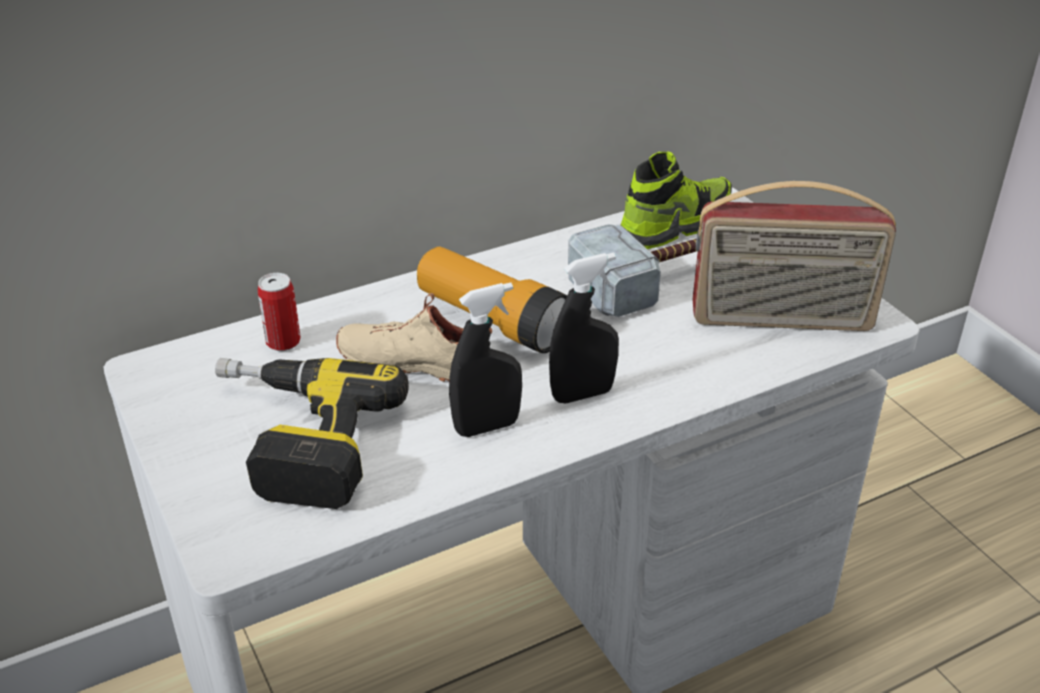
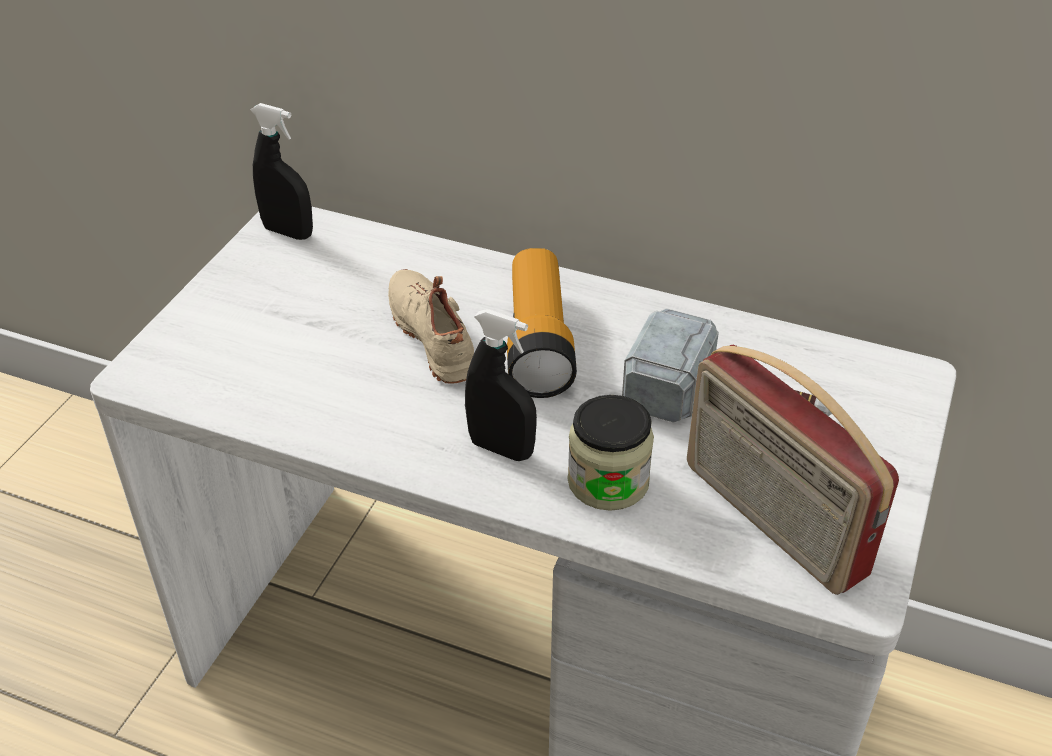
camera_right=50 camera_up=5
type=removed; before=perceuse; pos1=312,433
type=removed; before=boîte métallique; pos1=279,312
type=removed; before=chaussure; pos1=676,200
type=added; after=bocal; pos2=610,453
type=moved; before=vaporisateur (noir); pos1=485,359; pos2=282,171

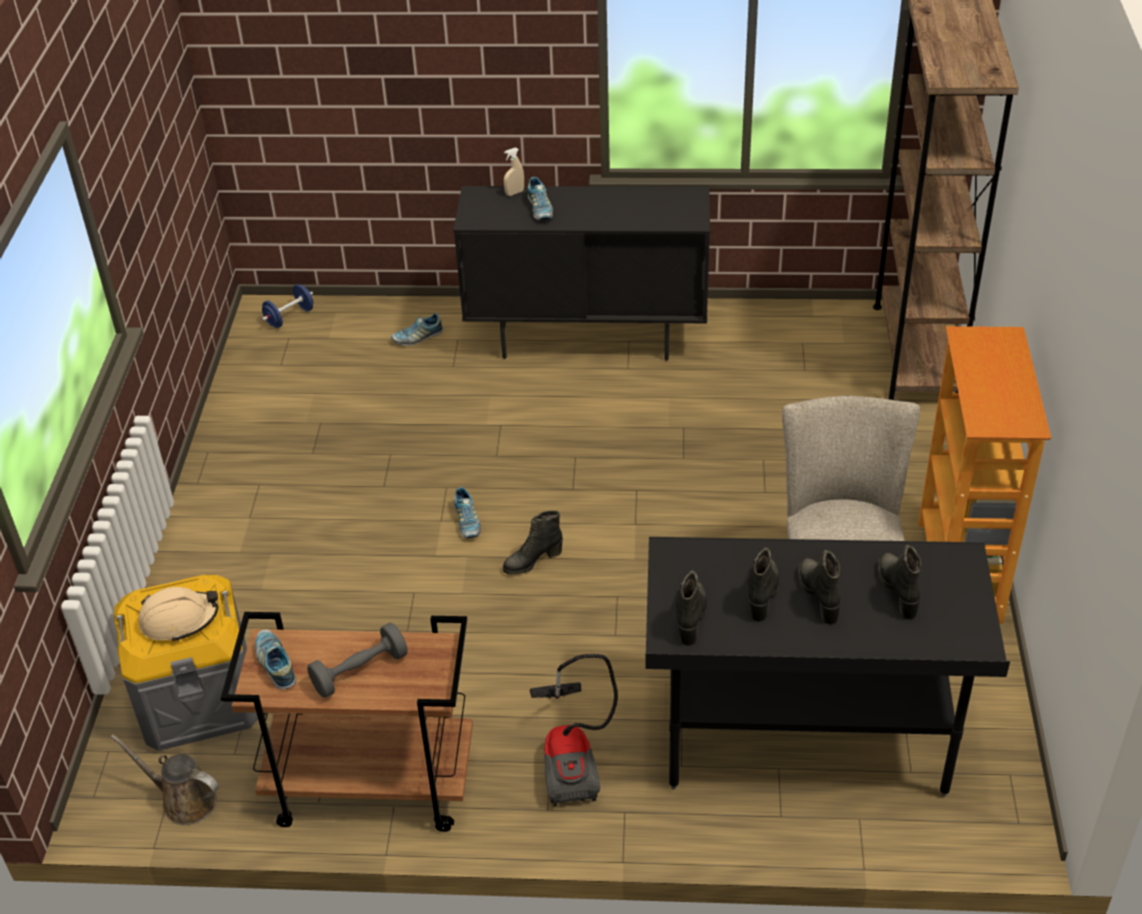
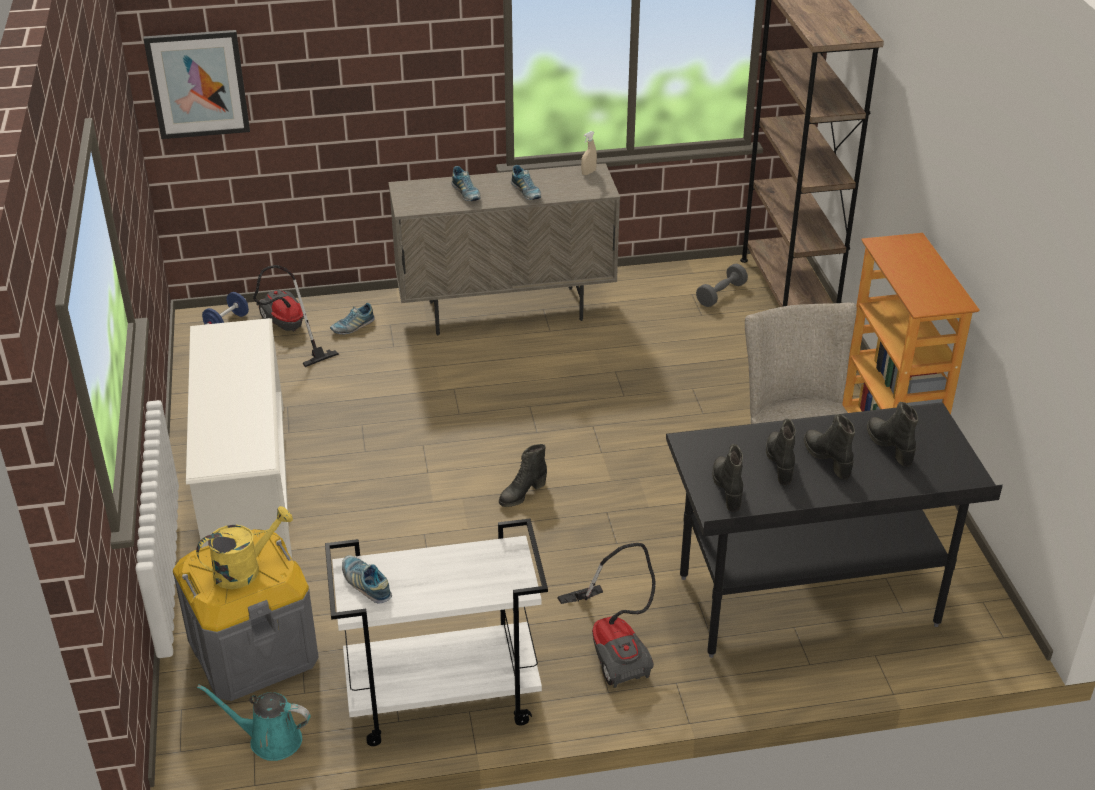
camera_right=-15 camera_up=-5
type=added; after=tableau; pos2=196,84
type=added; after=étagère à chaussures (blanc); pos2=239,438
type=added; after=aspirateur; pos2=296,316
type=moved; before=haltère (gris); pos1=357,660; pos2=722,285
type=moved; before=chaussure; pos1=467,512; pos2=526,182
type=moved; before=vaporisateur (beige); pos1=514,172; pos2=589,153
type=replaced; before=casque de chantier (beige); after=arrosoir (jaune); pos1=178,614; pos2=244,547
type=recoloured; before=arrosoir (marron); after=arrosoir (turquoise); pos1=164,779; pos2=254,722
type=recoloured; before=chariot (marron); after=chariot (blanc); pos1=347,722; pos2=436,632
type=recoloured; before=meuble de rangement (noir); after=meuble de rangement (beige); pos1=581,273; pos2=504,249

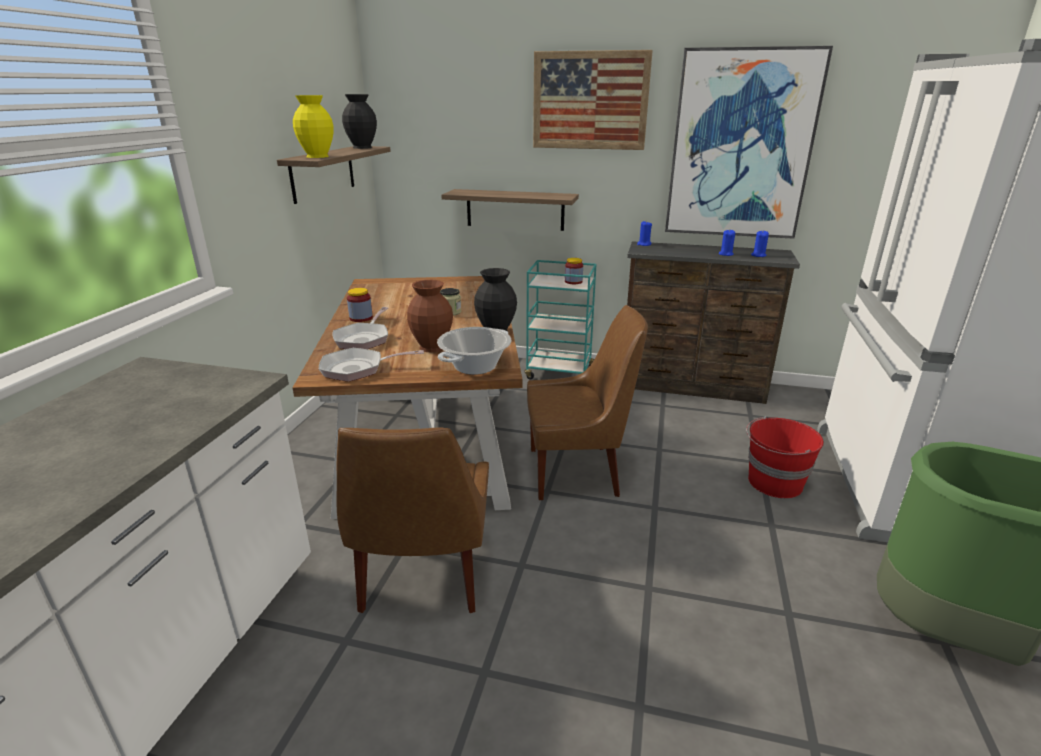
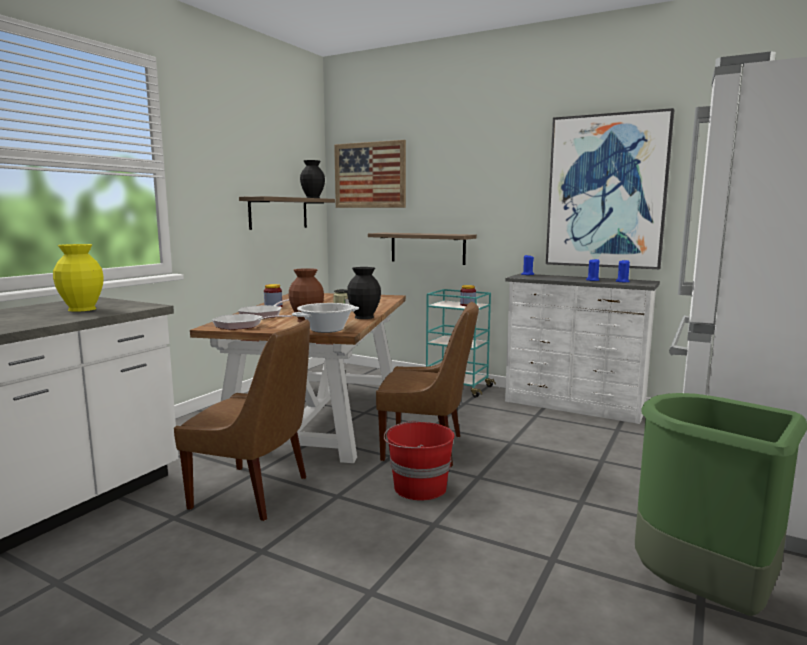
camera_right=15 camera_up=-15
type=moved; before=vase (jaune); pos1=313,126; pos2=78,278
type=moved; before=tableau; pos1=593,100; pos2=370,174
type=moved; before=seau (rouge); pos1=785,457; pos2=419,460
type=recoloured; before=commode (marron); after=commode (blanc); pos1=713,322; pos2=582,349
type=turned; before=chaise (marron); pos1=413,520; pos2=242,420; turn=-90

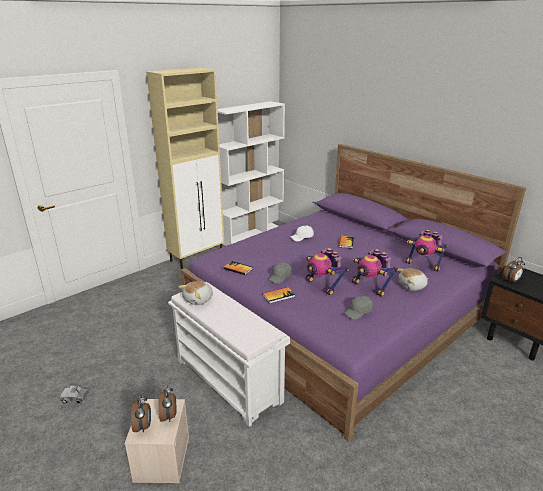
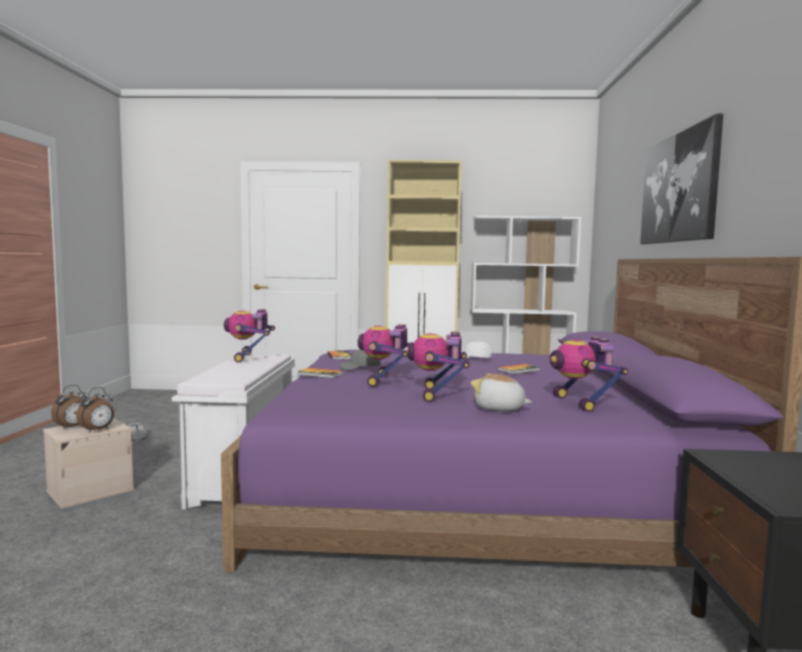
camera_right=45 camera_up=-20
type=removed; before=casquette (gris); pos1=358,308
type=removed; before=réveil; pos1=514,270
type=added; after=tableau; pos2=681,179
type=replaced; before=peluche; after=robot jouet; pos1=195,293; pos2=249,335

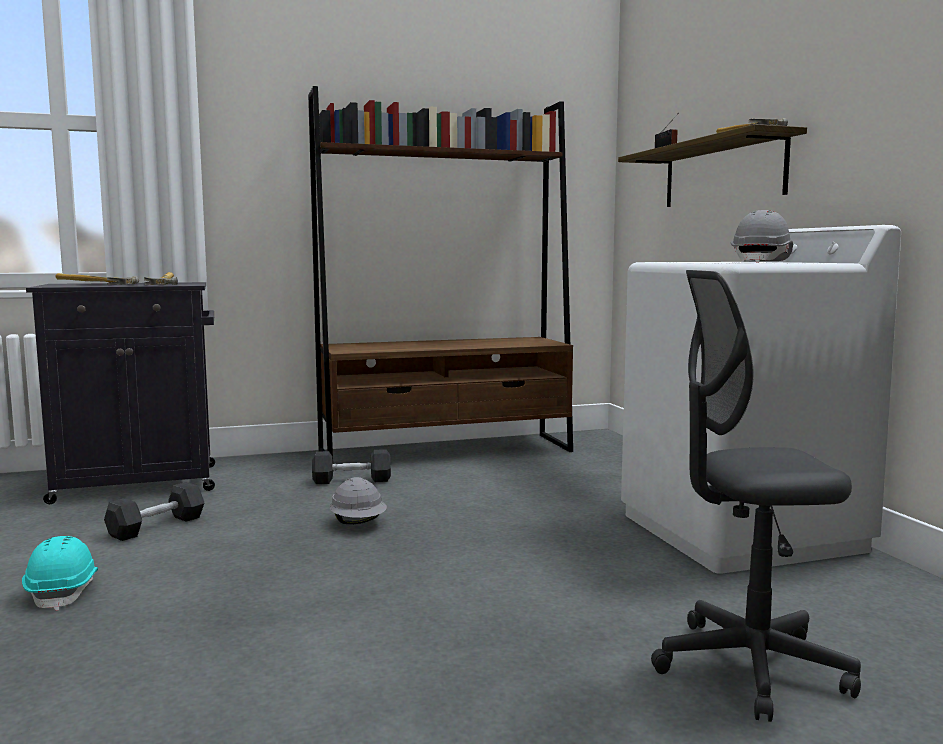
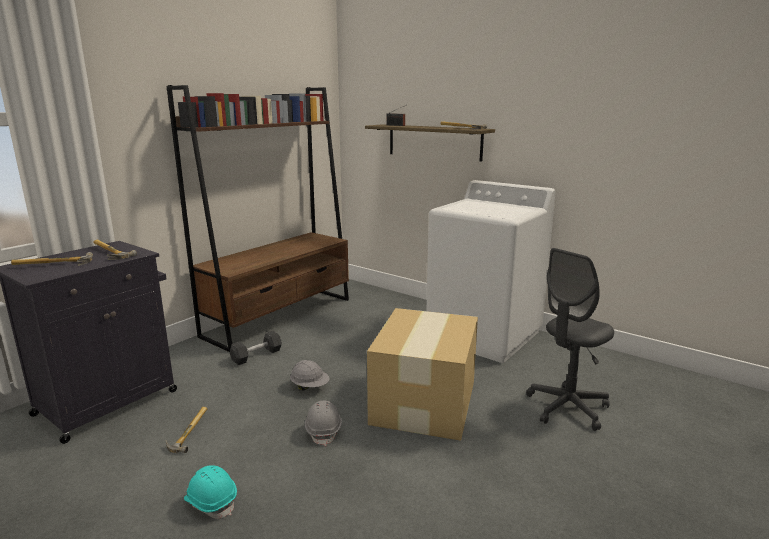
camera_right=-35 camera_up=10
type=added; after=carton; pos2=422,374
type=moved; before=casque de chantier (gris); pos1=762,236; pos2=323,423
type=replaced; before=haltère (gris); after=marteau; pos1=154,511; pos2=186,430

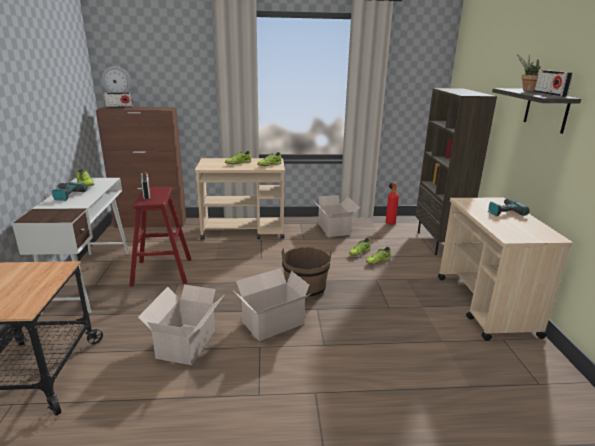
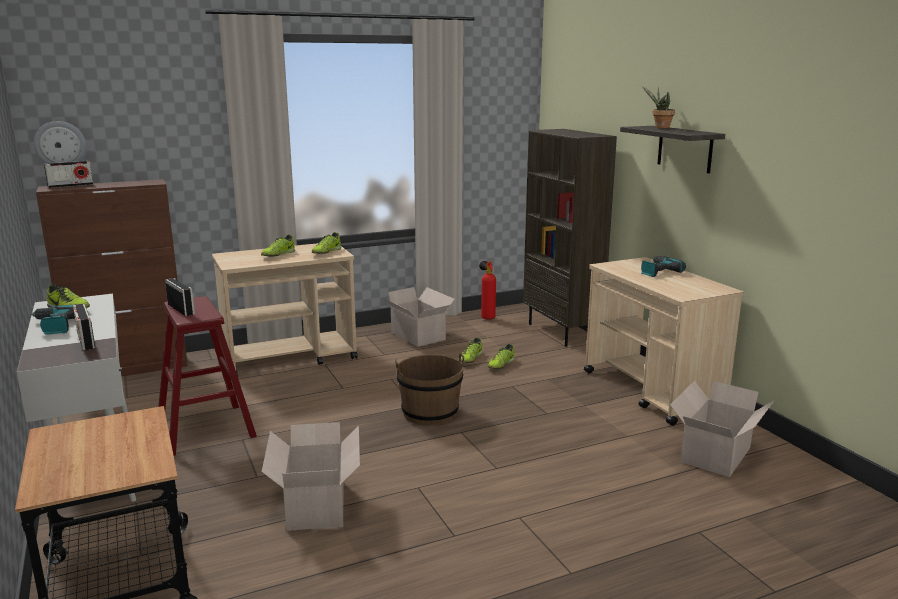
camera_right=-20 camera_up=-5
type=moved; before=carton; pos1=272,304; pos2=722,429
type=moved; before=radio; pos1=553,83; pos2=84,327

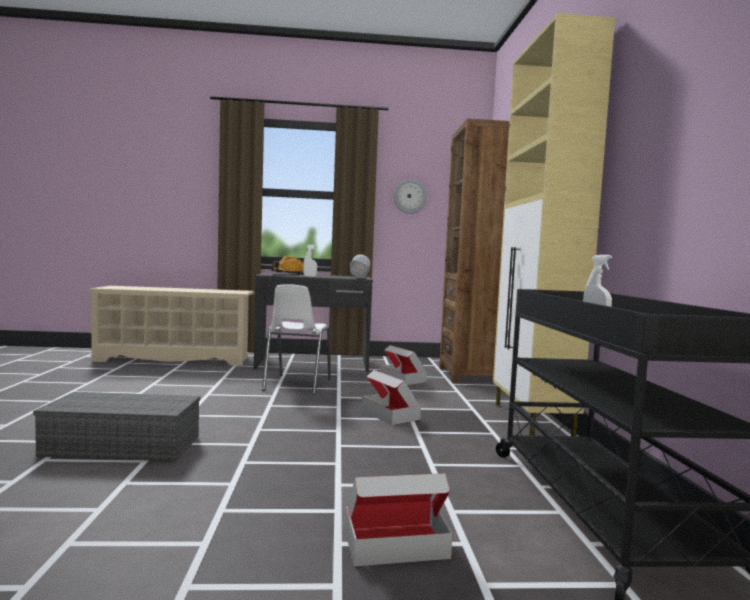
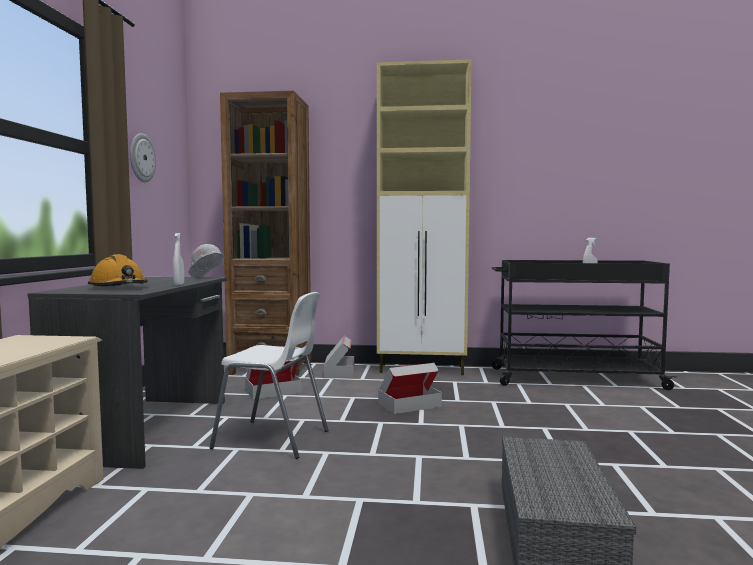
camera_right=-80 camera_up=0
type=moved; before=carton; pos1=399,519; pos2=339,357

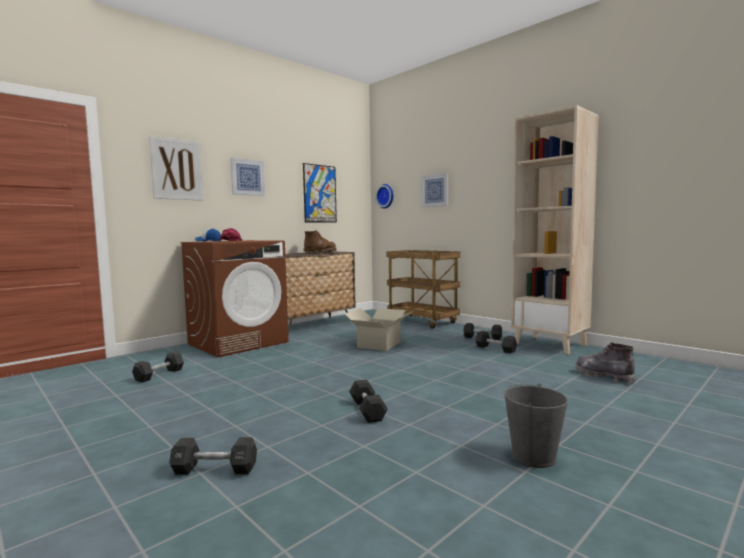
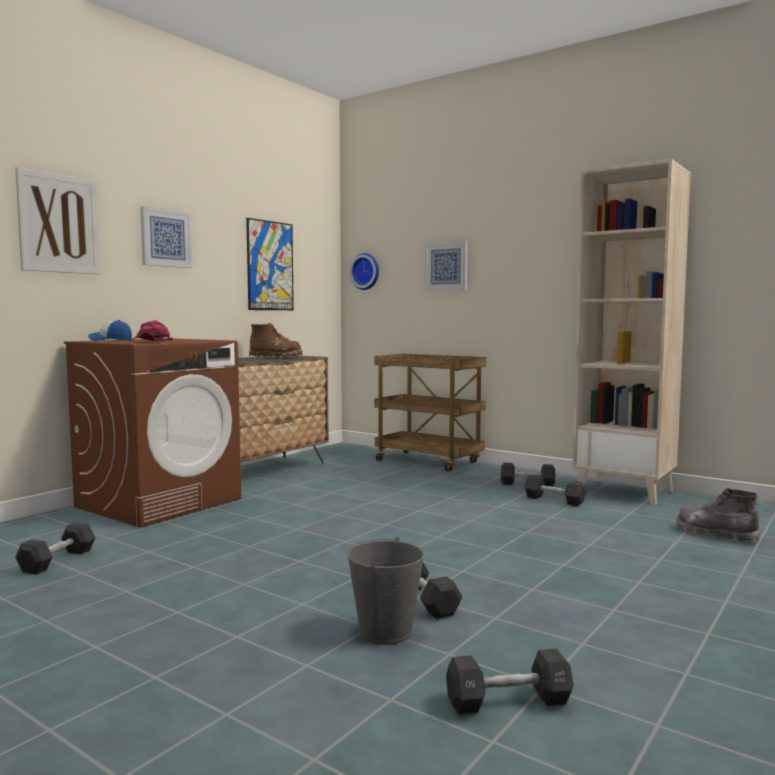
camera_right=-10 camera_up=0
type=removed; before=carton; pos1=379,329
type=moved; before=haltère (noir); pos1=213,456; pos2=510,682
type=moved; before=seau (gris); pos1=535,426; pos2=385,591

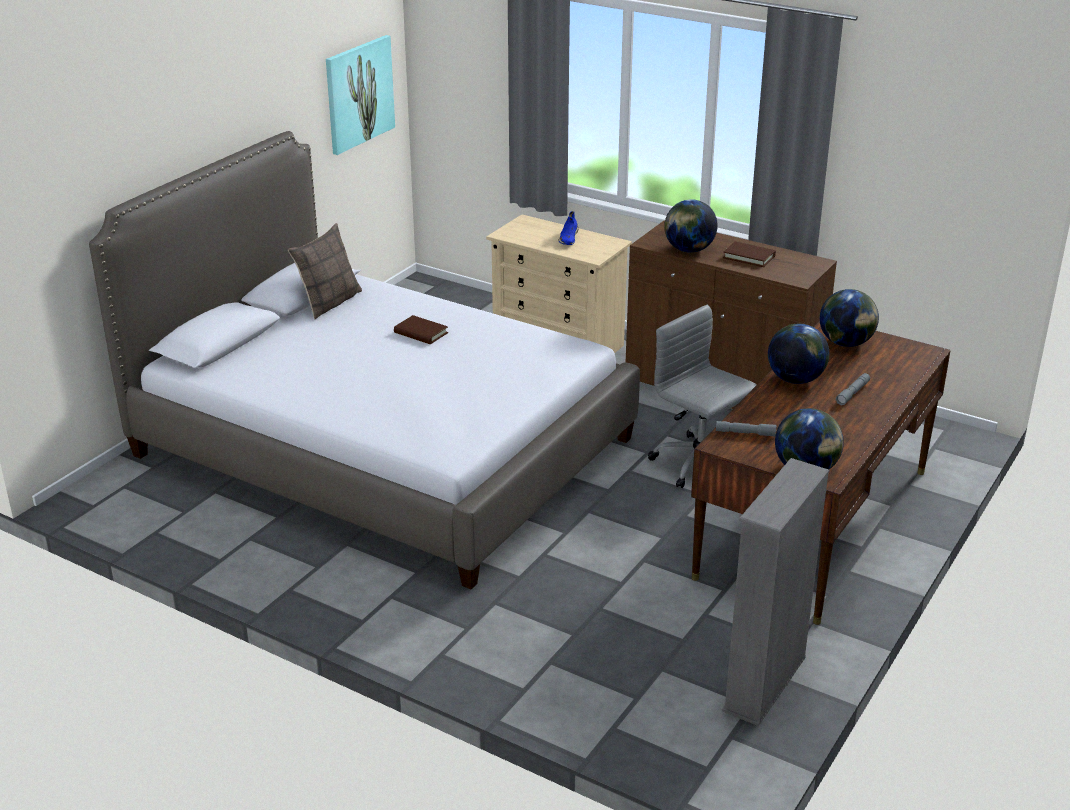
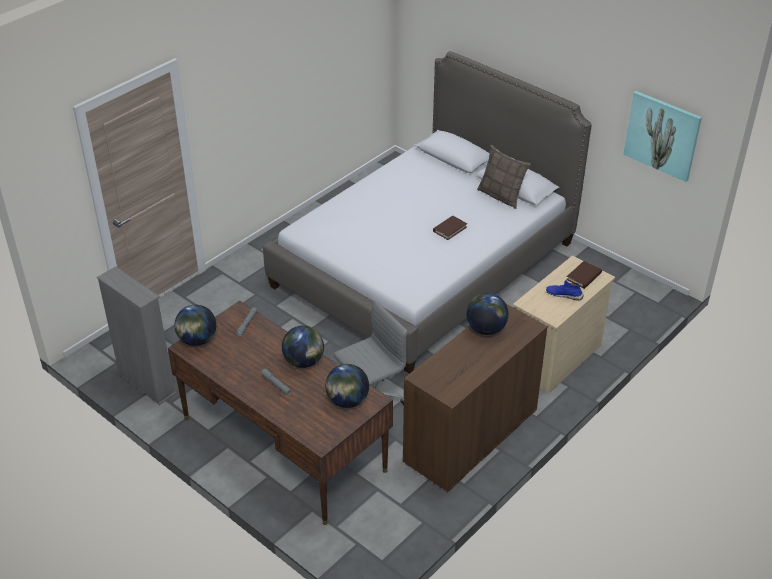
camera_right=100 camera_up=10
type=moved; before=livre (marron); pos1=749,254; pos2=584,275

